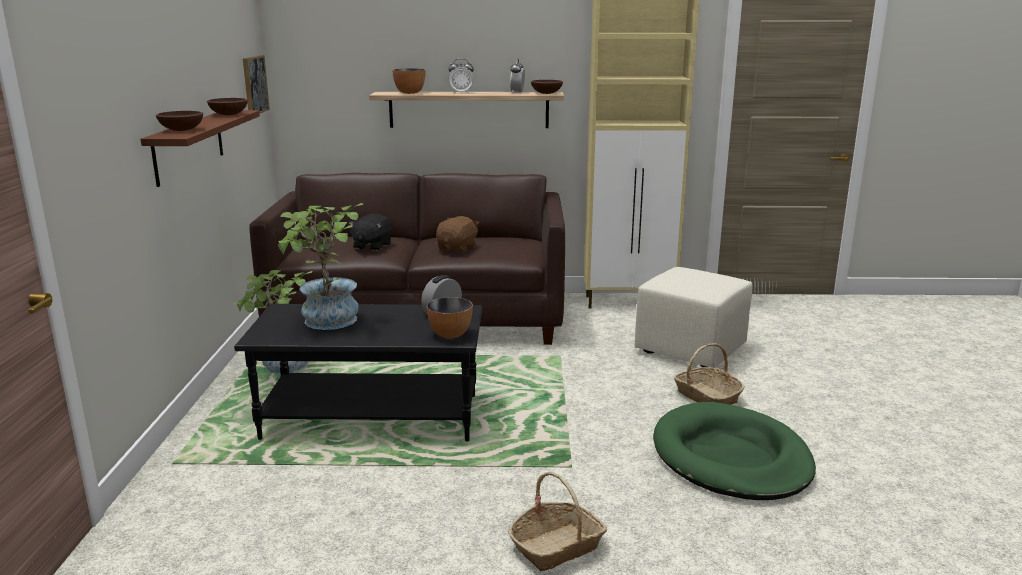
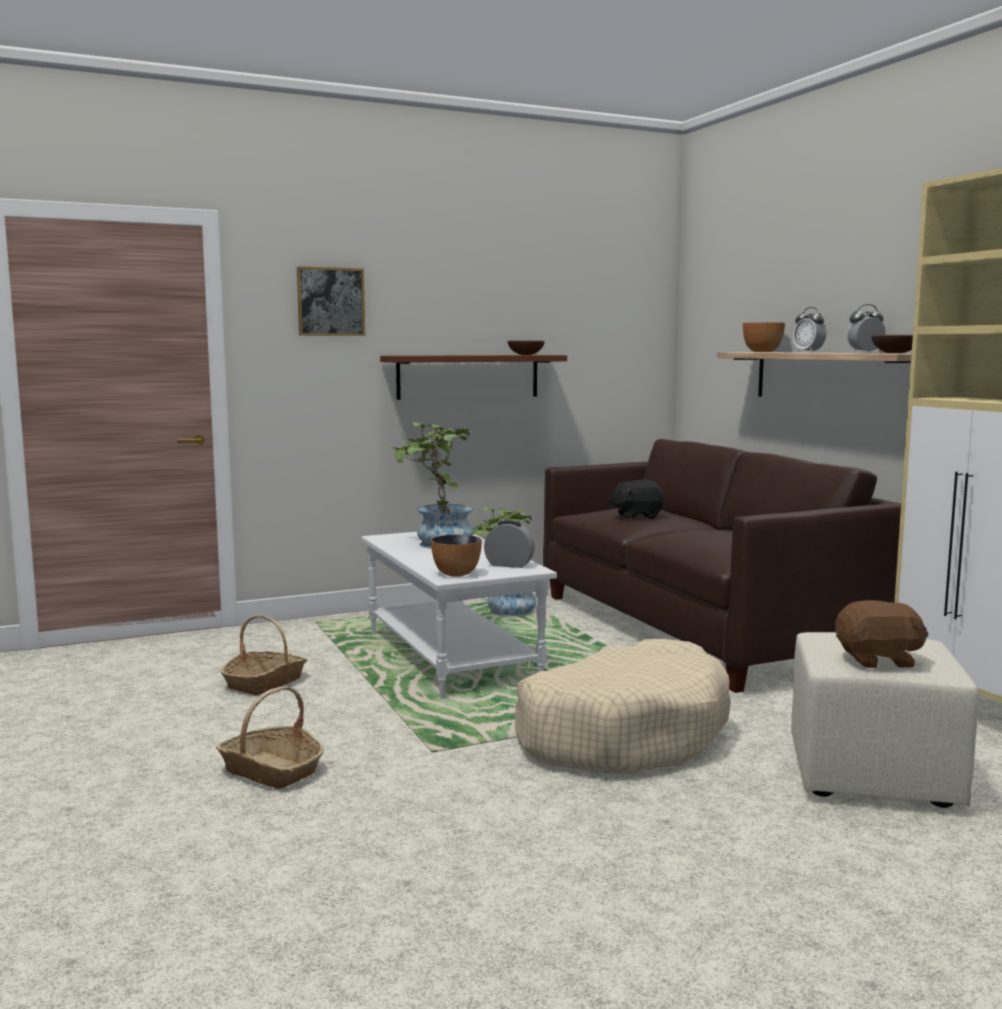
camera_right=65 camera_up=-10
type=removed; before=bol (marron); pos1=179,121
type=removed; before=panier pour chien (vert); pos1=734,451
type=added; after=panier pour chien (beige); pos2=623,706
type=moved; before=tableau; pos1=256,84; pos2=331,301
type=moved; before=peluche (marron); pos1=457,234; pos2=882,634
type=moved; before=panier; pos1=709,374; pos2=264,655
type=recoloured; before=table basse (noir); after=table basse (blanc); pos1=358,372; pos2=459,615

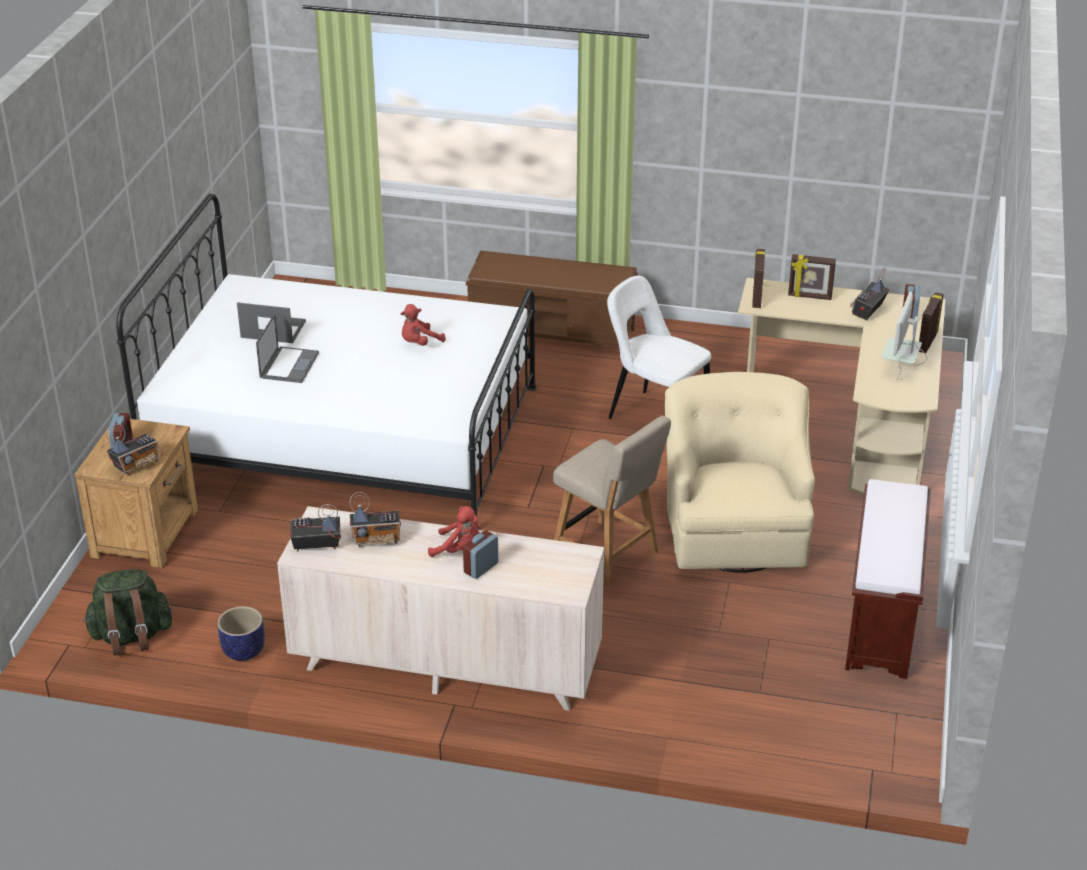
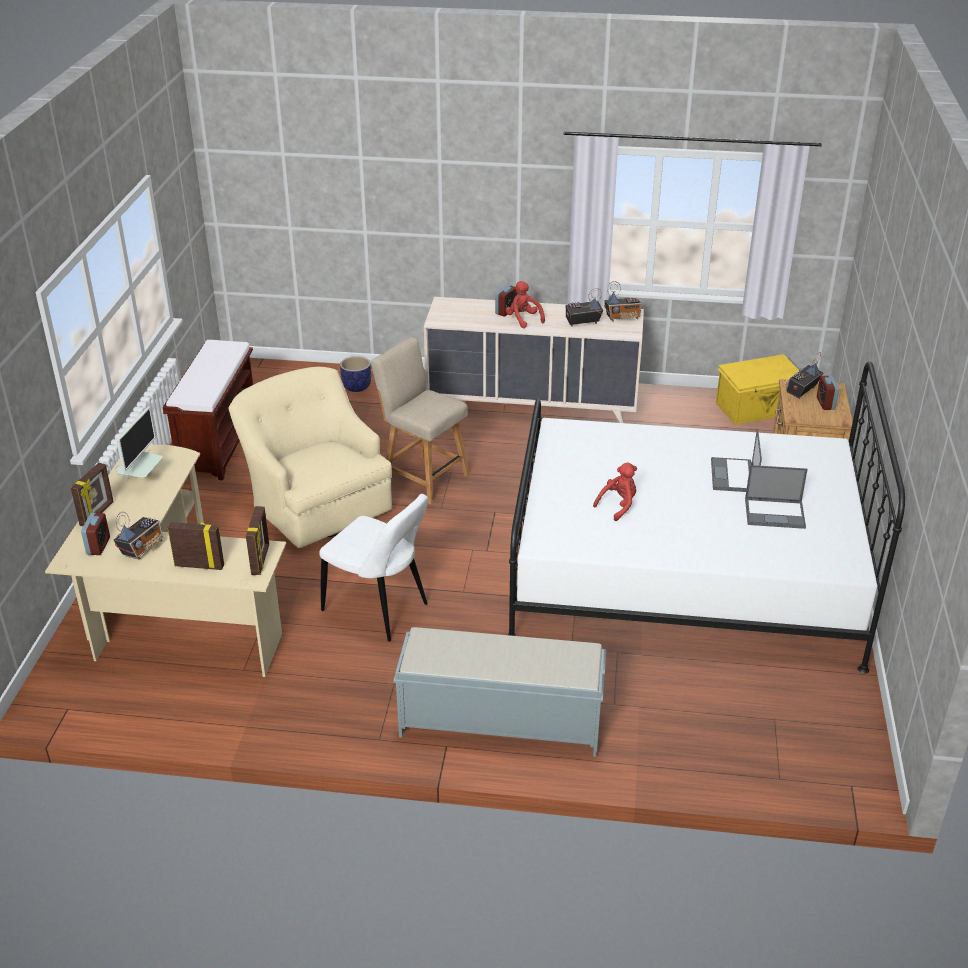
camera_right=175 camera_up=0
type=moved; before=cache-pot; pos1=241,633; pos2=355,374
type=replaced; before=sac à dos (vert); after=boîte de rangement (jaune); pos1=127,612; pos2=757,389
type=recoloured; before=banc (marron); after=banc (gris); pos1=552,299; pos2=500,692
type=turned; before=peluche (rouge); pos1=454,531; pos2=525,304; turn=45
type=turned; before=fauteuil (beige); pos1=740,472; pos2=310,457; turn=150

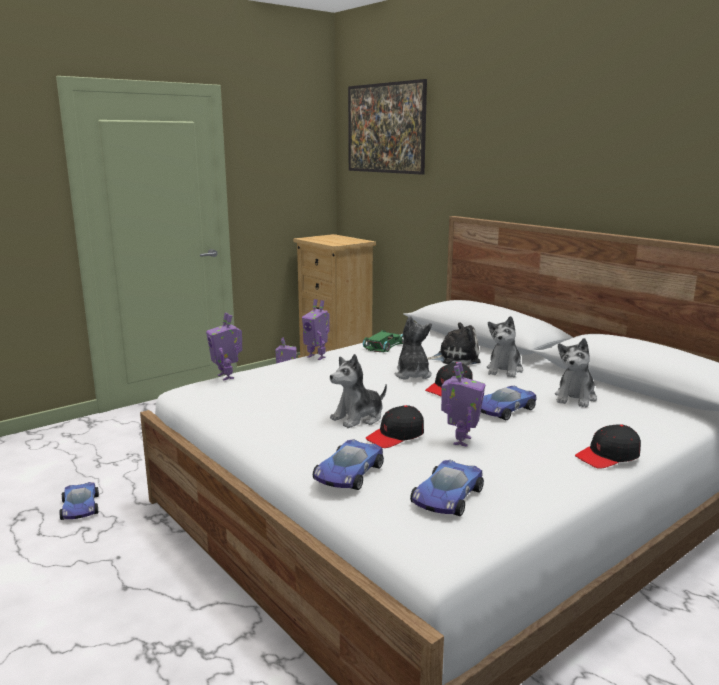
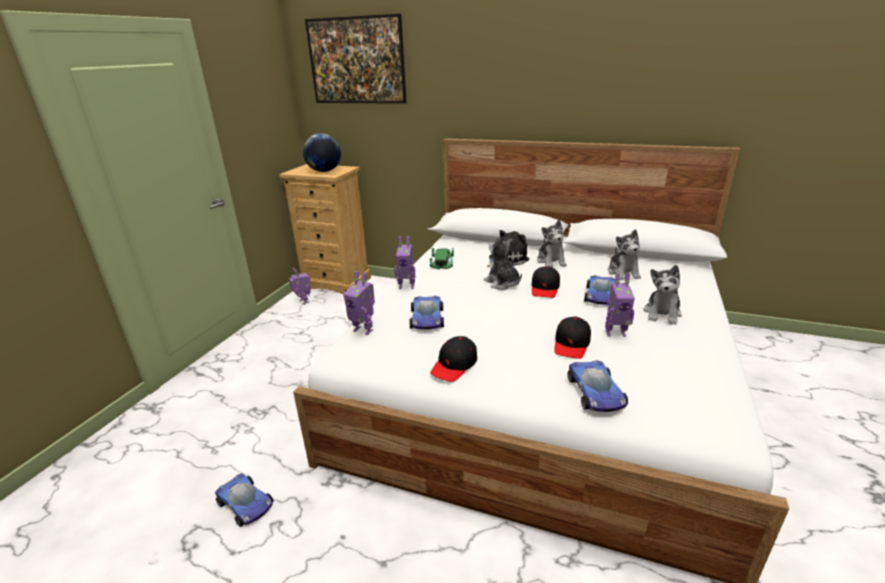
camera_right=-30 camera_up=10
type=added; after=globe; pos2=322,152
type=moved; before=peluche; pos1=358,391; pos2=662,295
type=moved; before=petite voiture; pos1=447,488; pos2=427,313
type=moved; before=casquette (noir); pos1=608,446; pos2=453,359
type=turned; before=robot jouet; pos1=463,404; pos2=620,305; turn=105

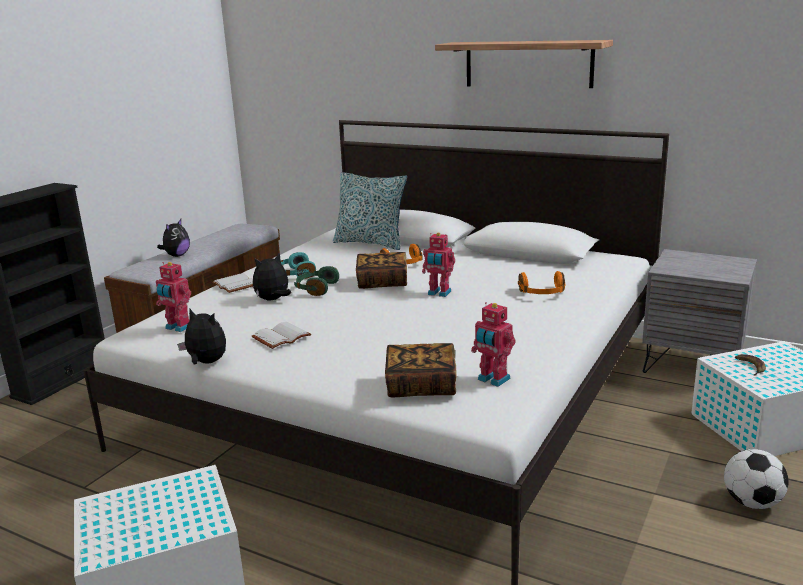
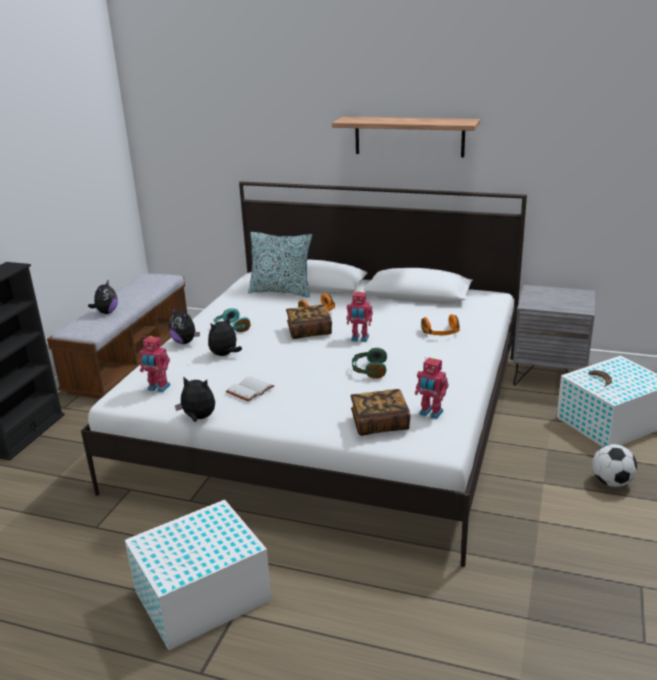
camera_right=-10 camera_up=5
type=moved; before=casque audio (vert); pos1=316,281; pos2=369,363
type=replaced; before=livre (blanc); after=peluche; pos1=232,283; pos2=184,325

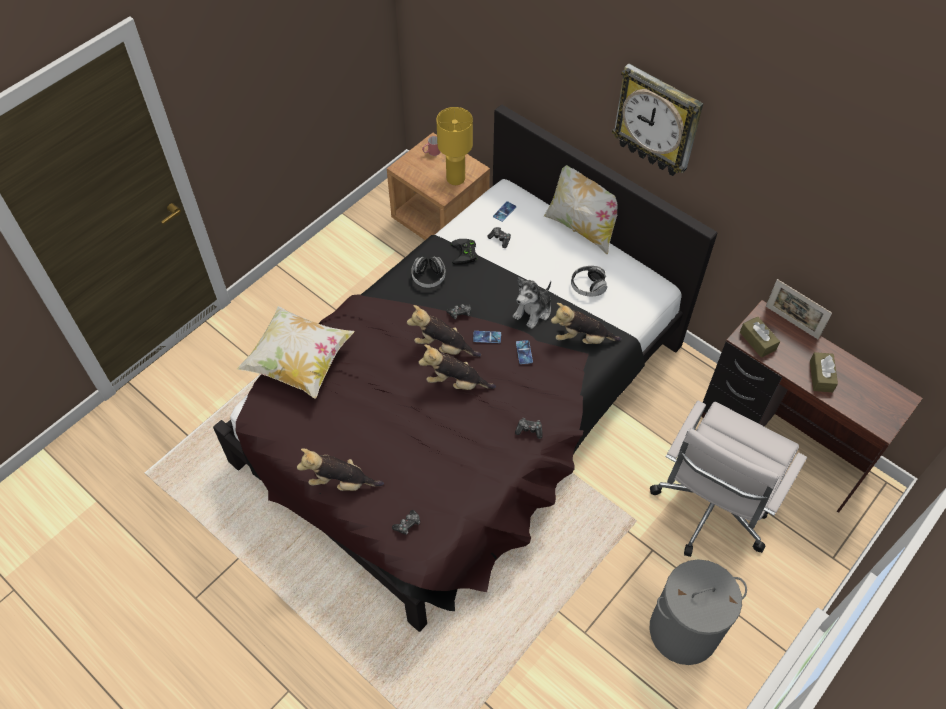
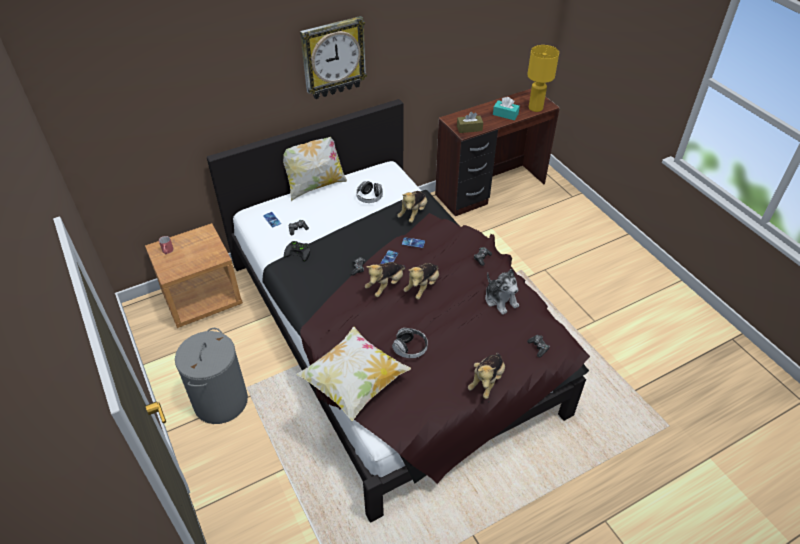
camera_right=-70 camera_up=-10
type=removed; before=chaise de bureau (blanc); pos1=728,479
type=removed; before=cadre photo; pos1=799,309
type=moved; before=casque audio; pos1=428,272; pos2=410,343
type=moved; before=lampe de table (jaune); pos1=454,146; pos2=543,78
type=moved; before=peluche; pos1=532,303; pos2=502,292
type=moved; before=panier à linge (gris); pos1=698,612; pos2=211,376
type=recoloured; before=boîte à mouchoirs (marron); after=boîte à mouchoirs (turquoise); pos1=824,372; pos2=506,108

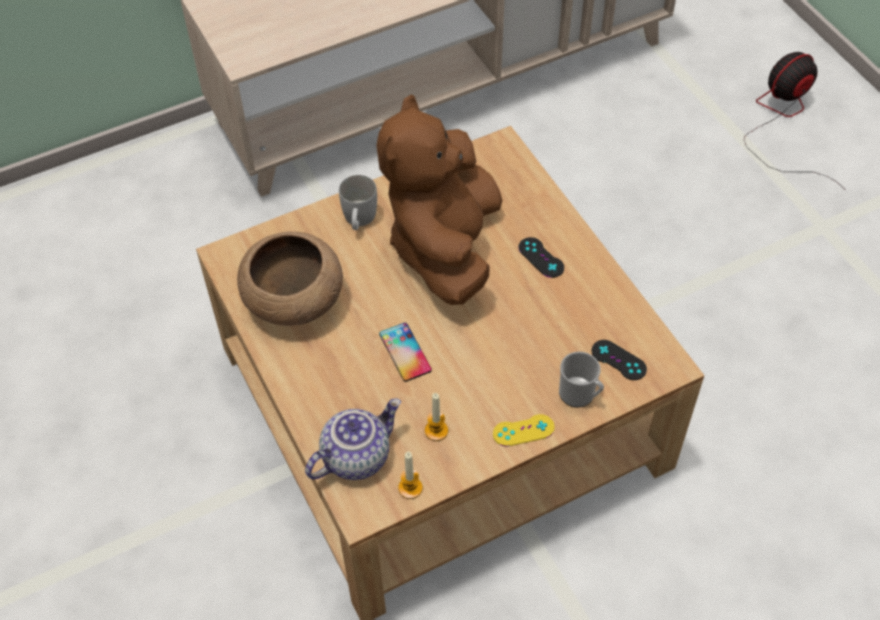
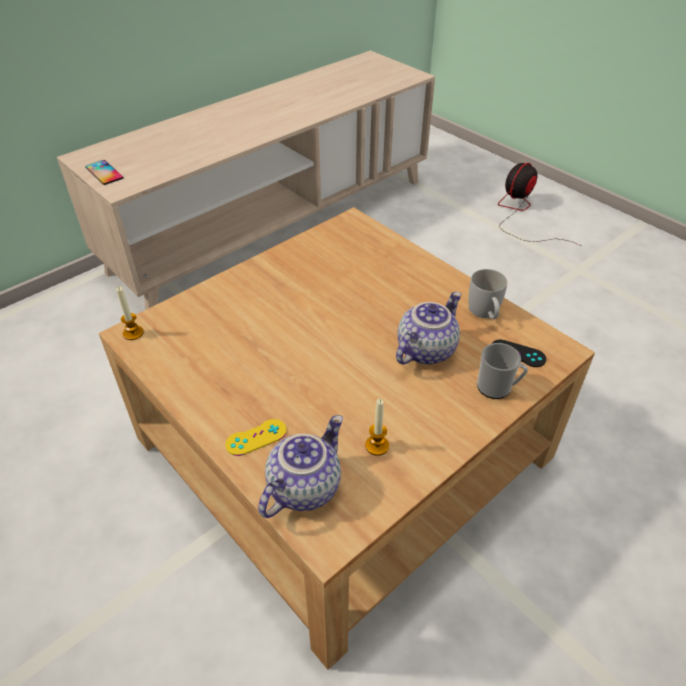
camera_right=-15 camera_up=-10
type=removed; before=bol (marron); pos1=290,279
type=removed; before=peluche (marron); pos1=439,199
type=removed; before=manette (noir); pos1=541,257
type=added; after=théière; pos2=428,328
type=moved; before=mug (blanc); pos1=358,202; pos2=488,294
type=moved; before=téléphone; pos1=405,352; pos2=104,172
type=moved; before=bougie; pos1=410,475; pos2=130,313
type=moved; before=manette (jaune); pos1=524,430; pos2=256,437

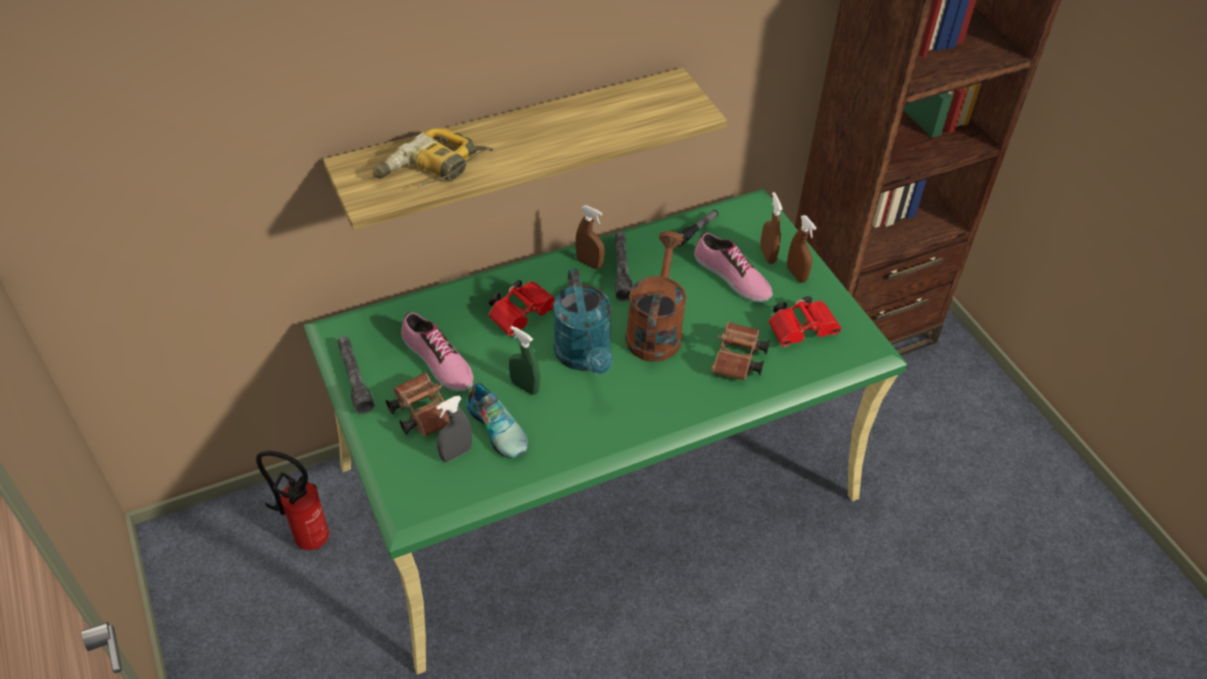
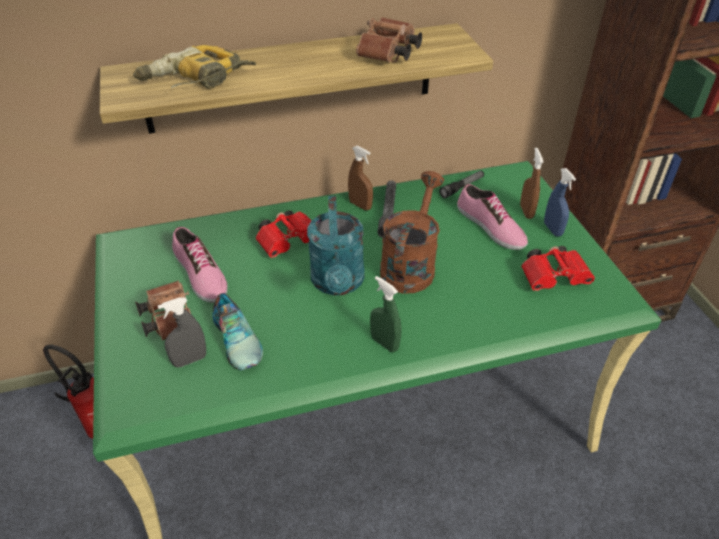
camera_right=10 camera_up=-5
type=removed; before=lampe de poche (gris); pos1=355,375
type=moved; before=vaporisateur (vert); pos1=524,360; pos2=385,314
type=moved; before=jumelles (marron); pos1=740,351; pos2=389,39
type=recoloured; before=vaporisateur (marron); after=vaporisateur (bleu); pos1=801,249; pos2=560,202

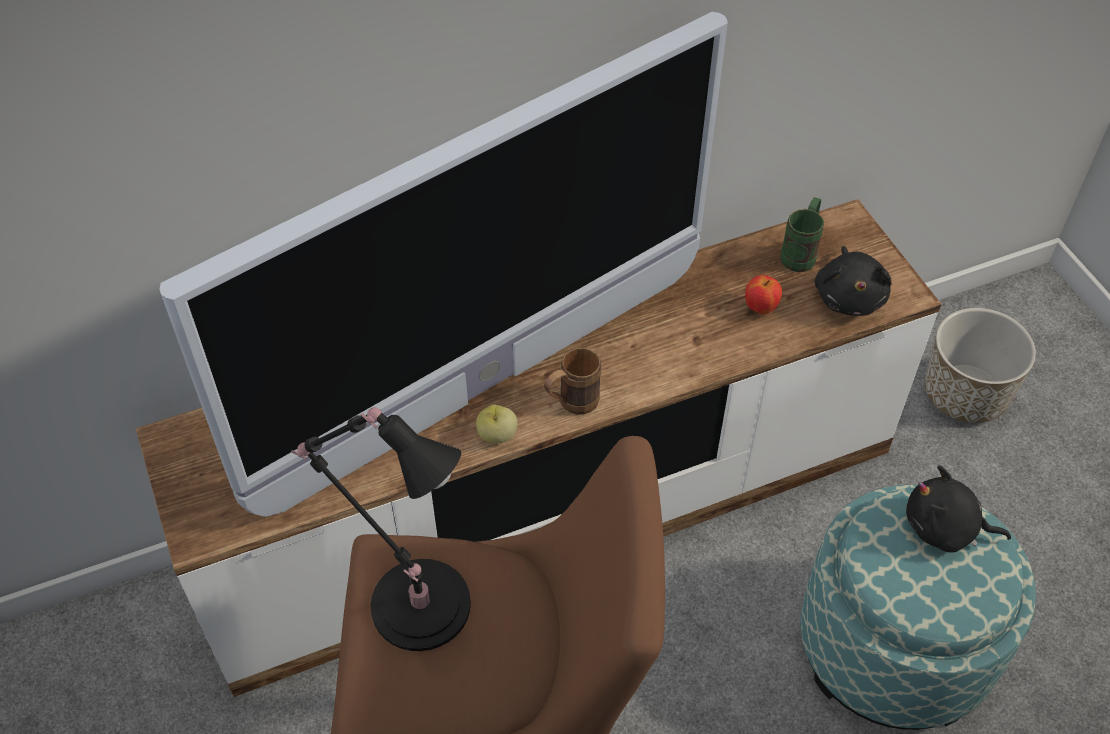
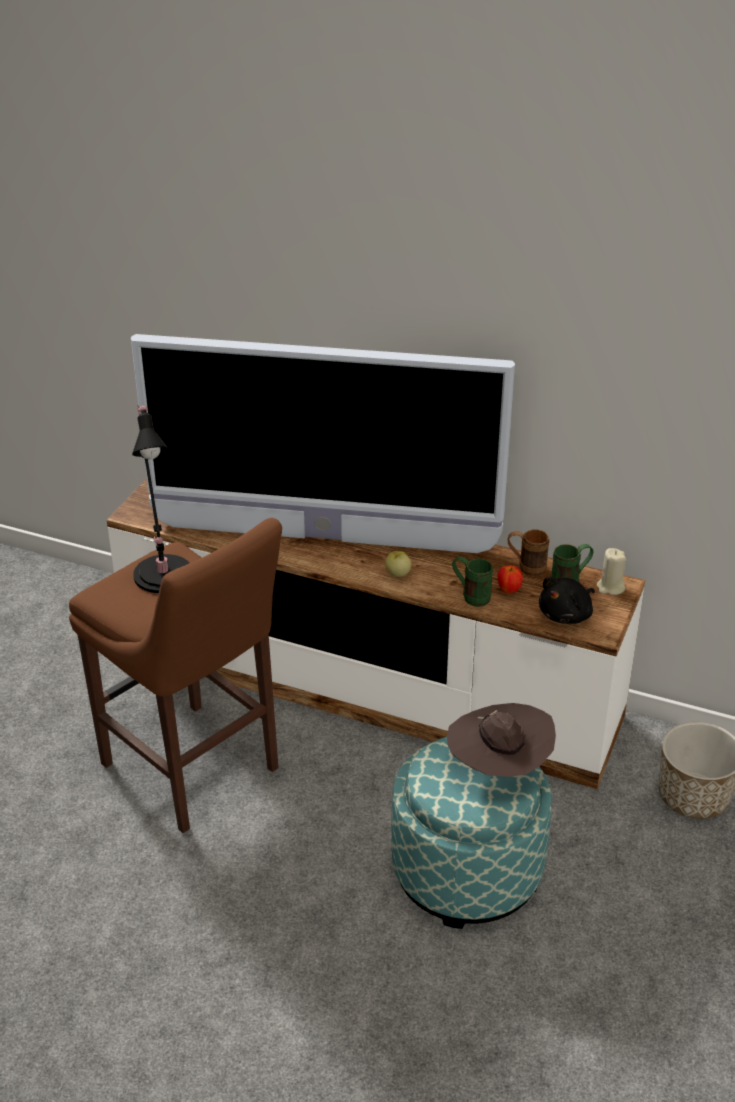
camera_right=45 camera_up=-15
type=added; after=mug (vert); pos2=472,582
type=added; after=bougie (beige); pos2=611,571
type=moved; before=pomme; pos1=497,423; pos2=398,564
type=moved; before=mug (marron); pos1=572,381; pos2=528,552
type=replaced; before=peluche (noir); after=chapeau (marron); pos1=958,508; pos2=501,740

